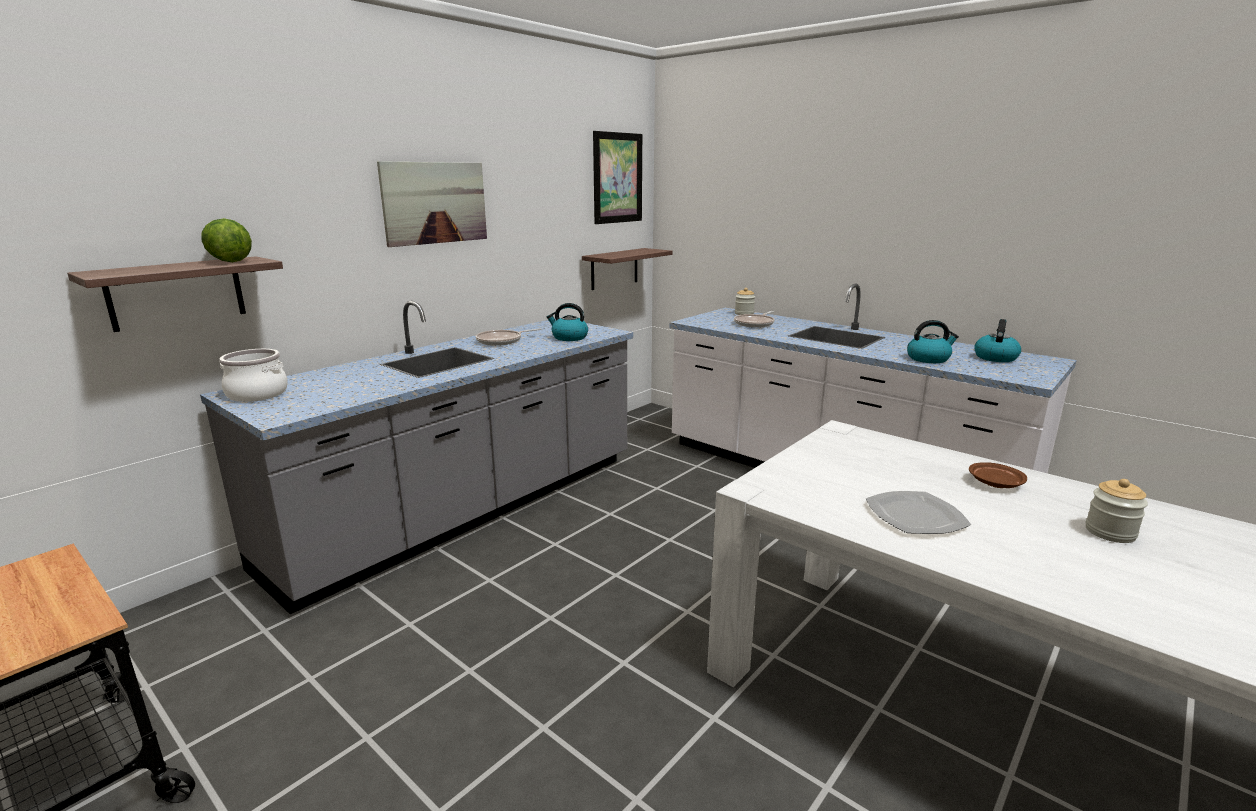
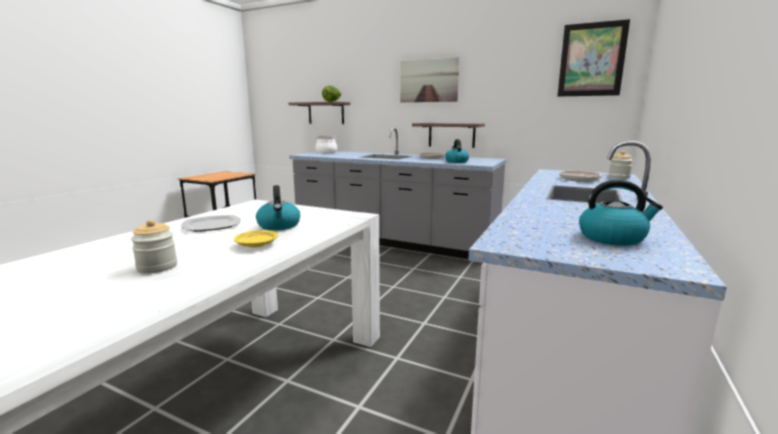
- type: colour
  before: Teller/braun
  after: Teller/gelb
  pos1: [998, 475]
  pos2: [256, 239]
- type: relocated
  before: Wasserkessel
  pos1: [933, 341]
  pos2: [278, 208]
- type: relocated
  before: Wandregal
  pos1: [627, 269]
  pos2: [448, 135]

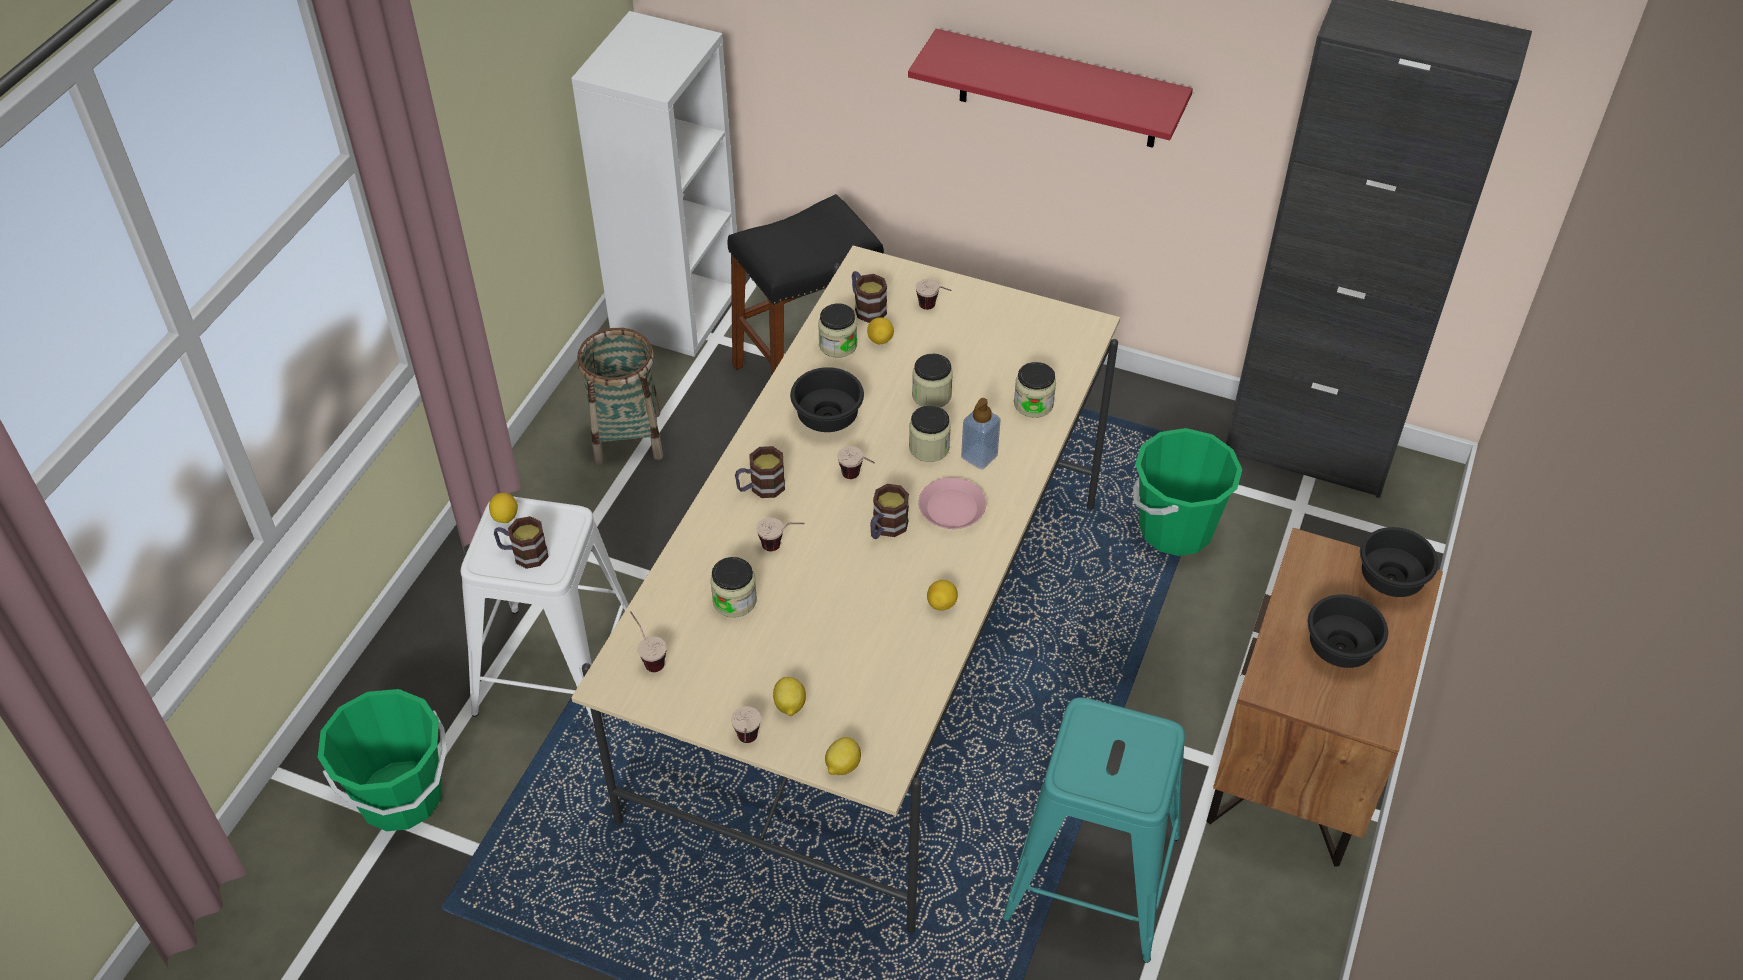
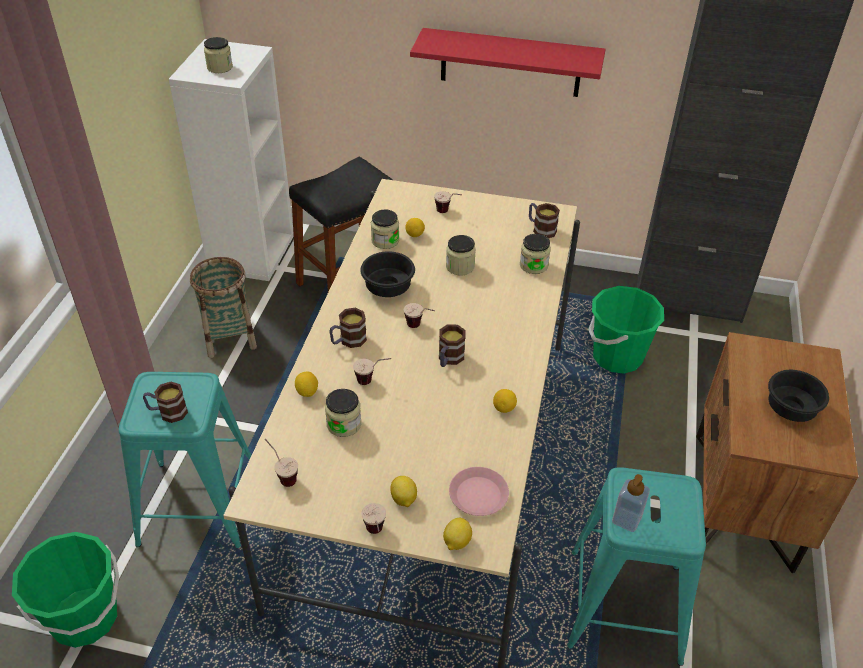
- type: colour
  before: Hocker/weiß
  after: Hocker/türkis
  pos1: [545, 614]
  pos2: [185, 460]
- type: relocated
  before: Vorratsglas
  pos1: [930, 433]
  pos2: [218, 55]
- type: relocated
  before: Zitrone
  pos1: [503, 508]
  pos2: [306, 384]
- type: relocated
  before: Teller/rosa
  pos1: [952, 503]
  pos2: [479, 491]
- type: relocated
  before: Henkelbecher
  pos1: [869, 297]
  pos2: [544, 220]
- type: relocated
  before: Seifenspender
  pos1: [981, 433]
  pos2: [631, 503]
- type: missing
  before: Schüssel/schwarz
  pos1: [1399, 562]

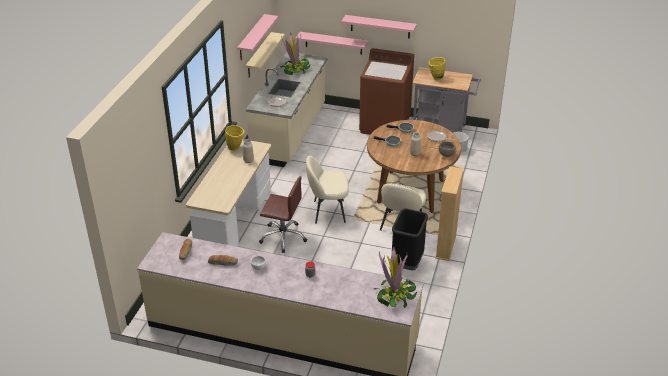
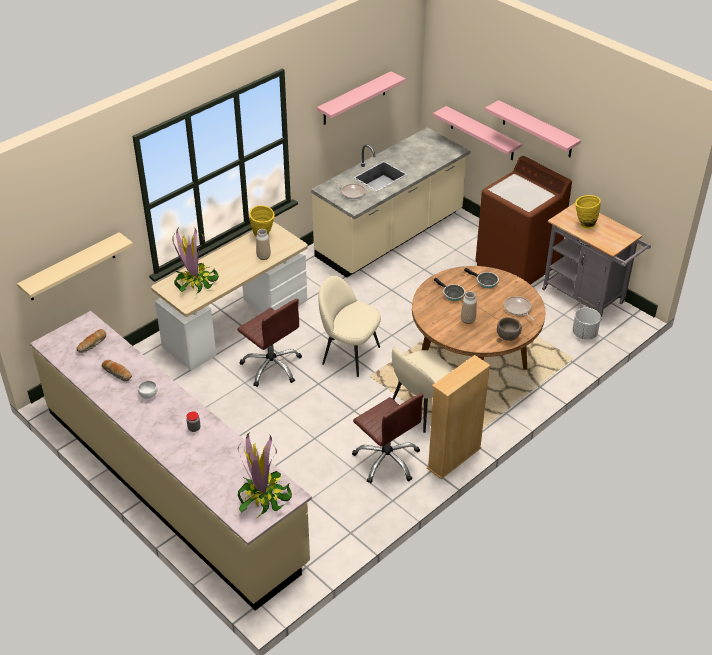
- type: relocated
  before: Wandregal/beige
  pos1: [265, 54]
  pos2: [75, 266]
- type: relocated
  before: Topfpflanze
  pos1: [295, 53]
  pos2: [195, 261]
- type: exchanged
  before: Mülleimer/schwarz
  after: Bürostuhl/braun
  pos1: [410, 239]
  pos2: [387, 438]

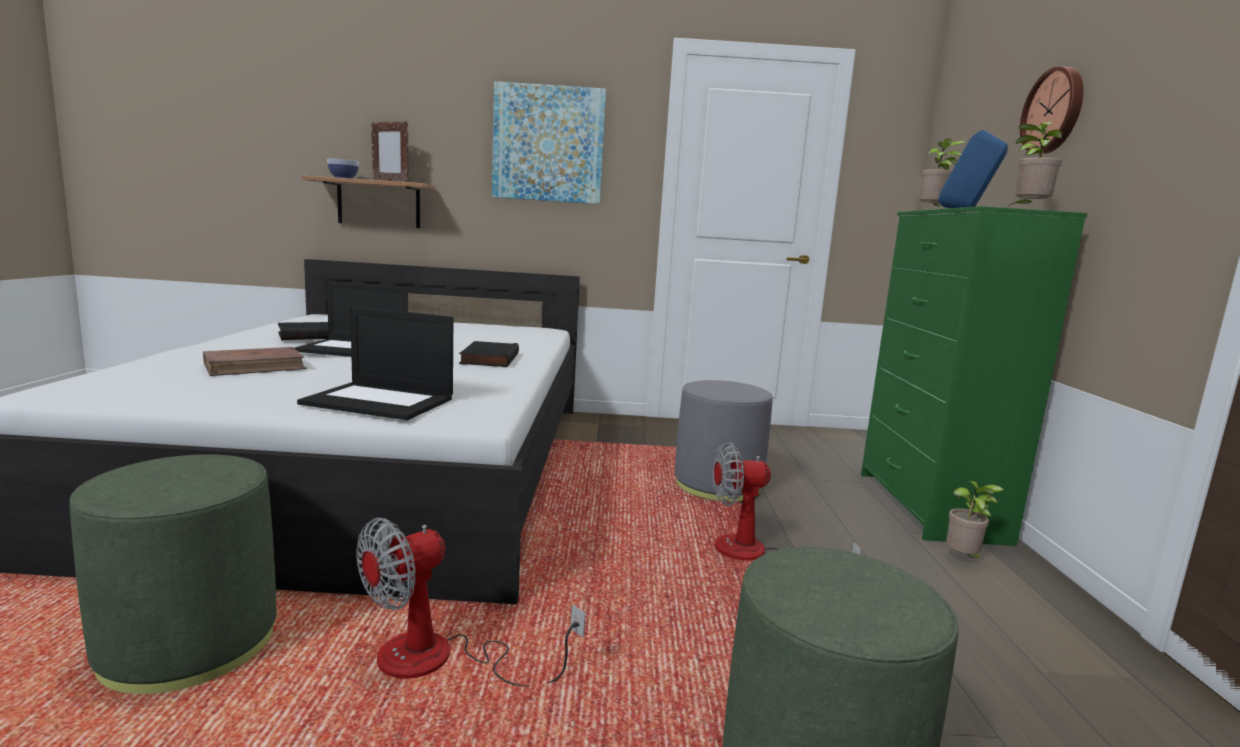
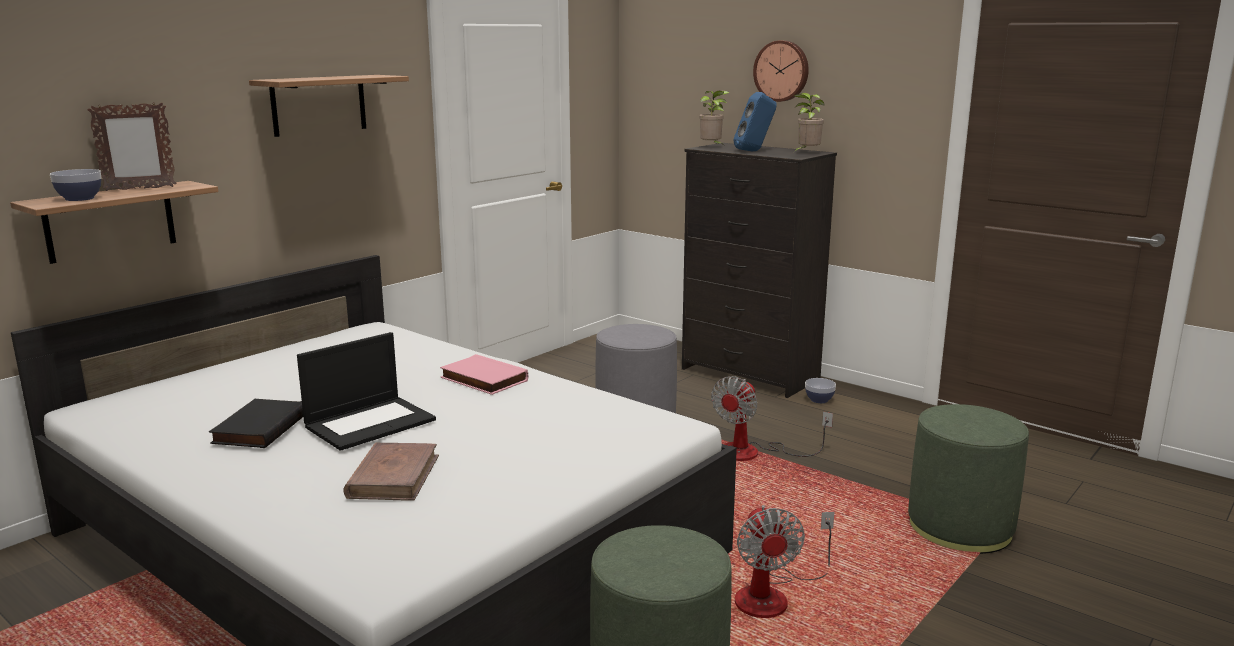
- type: exchanged
  before: Bild
  after: Wandregal
  pos1: [549, 142]
  pos2: [329, 106]
- type: colour
  before: Buch/schwarz
  after: Buch/rosa
  pos1: [489, 354]
  pos2: [484, 374]
- type: colour
  before: Kommode/grün
  after: Kommode/schwarz
  pos1: [974, 376]
  pos2: [759, 270]
- type: exchanged
  before: Topfpflanze
  after: Schüssel
  pos1: [975, 519]
  pos2: [820, 390]
- type: missing
  before: Laptop
  pos1: [375, 363]

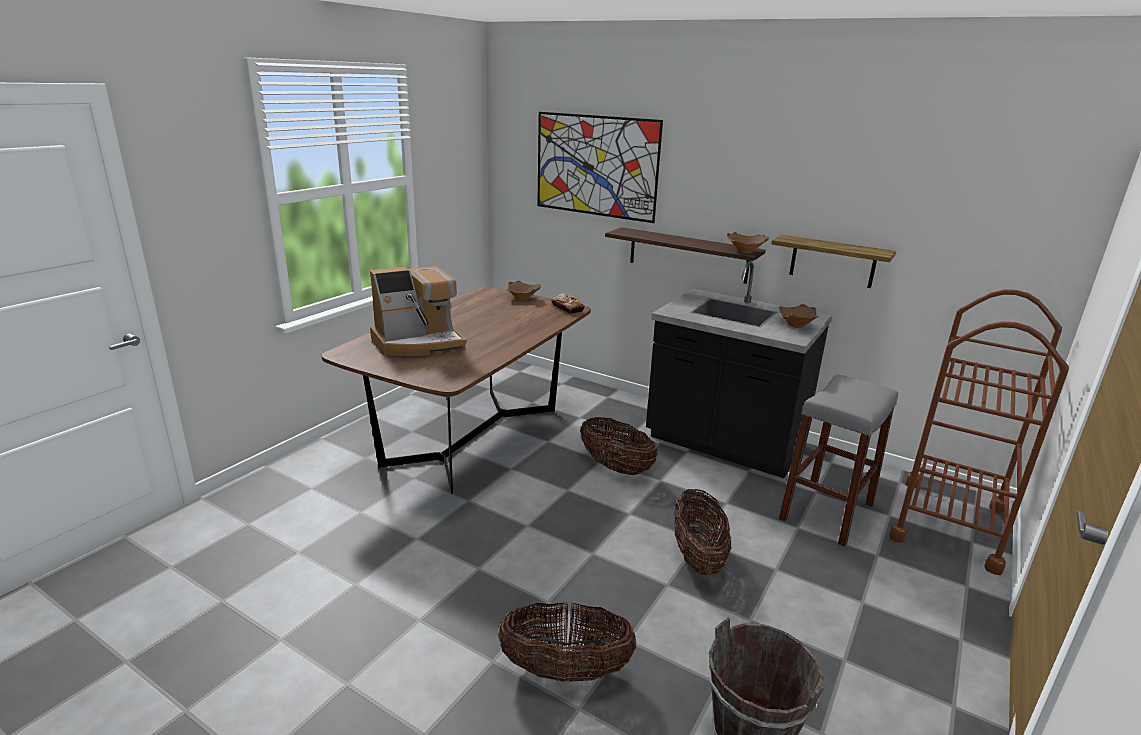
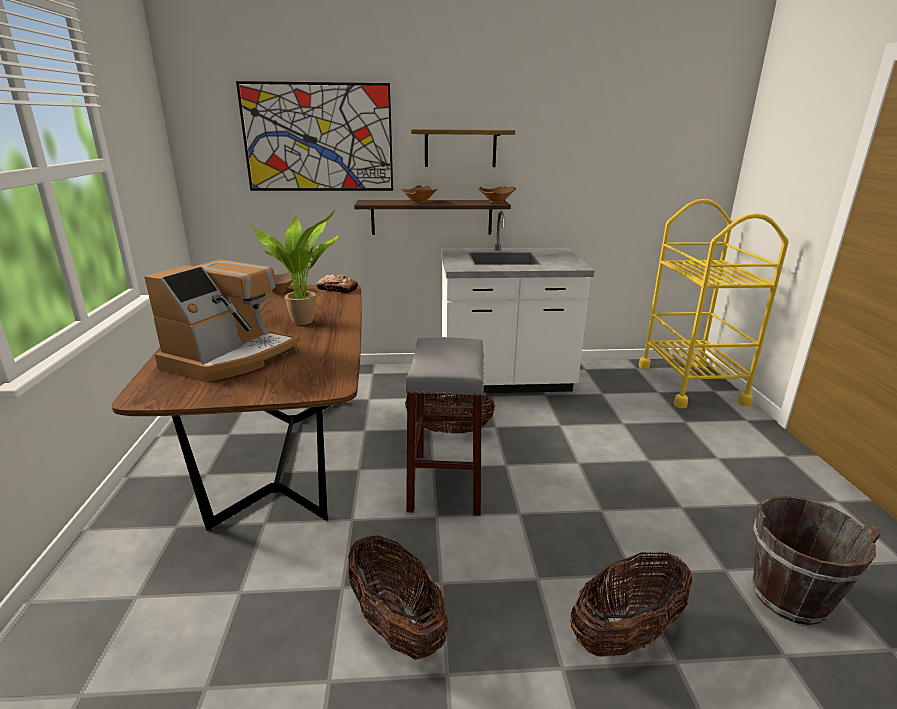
- type: appeared
  after: Topfpflanze
  pos2: [295, 267]
- type: relocated
  before: Korb
  pos1: [702, 531]
  pos2: [398, 597]
- type: relocated
  before: Schüssel/braun
  pos1: [799, 316]
  pos2: [419, 194]
- type: relocated
  before: Hocker/grau
  pos1: [838, 460]
  pos2: [444, 426]
- type: relocated
  before: Wandregal
  pos1: [833, 261]
  pos2: [463, 148]
- type: colour
  before: Küchenzeile/schwarz
  after: Küchenzeile/weiß
  pos1: [739, 369]
  pos2: [518, 302]
- type: colour
  before: Rollwagen/braun
  after: Rollwagen/gelb
  pos1: [979, 432]
  pos2: [714, 303]

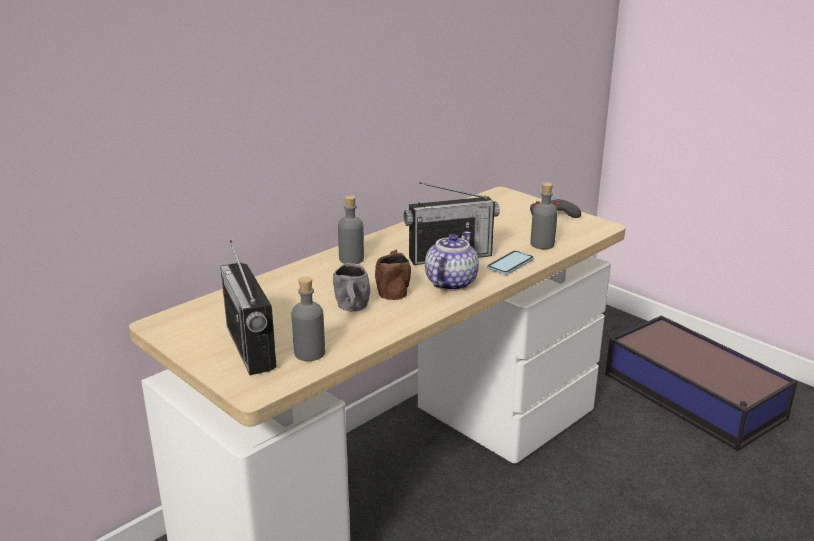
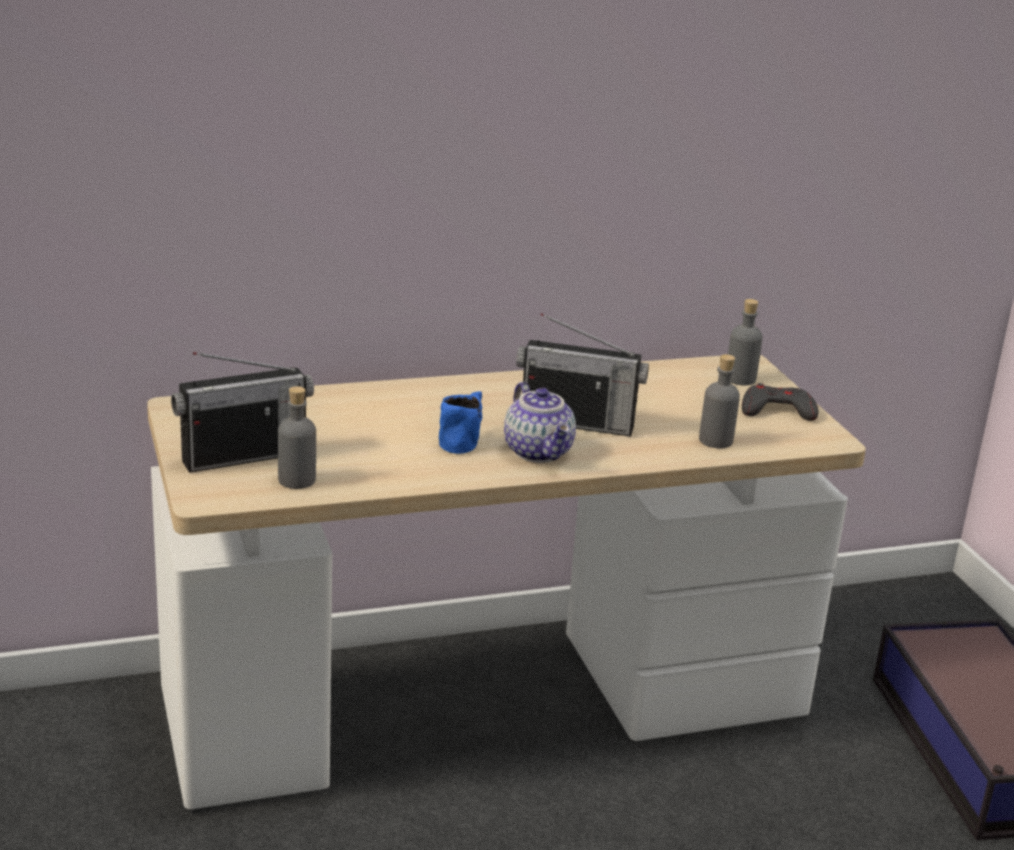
- type: spun
  before: Radio
  pos1: [248, 307]
  pos2: [242, 412]
  turn: -120
- type: colour
  before: Henkelbecher/braun
  after: Henkelbecher/blau
  pos1: [393, 274]
  pos2: [460, 422]
- type: spun
  before: Teekanne
  pos1: [452, 261]
  pos2: [540, 422]
  turn: 105
- type: relocated
  before: Flasche/grau
  pos1: [351, 229]
  pos2: [745, 342]
- type: missing
  before: Henkelbecher/grau
  pos1: [351, 287]
- type: missing
  before: Handy
  pos1: [510, 263]

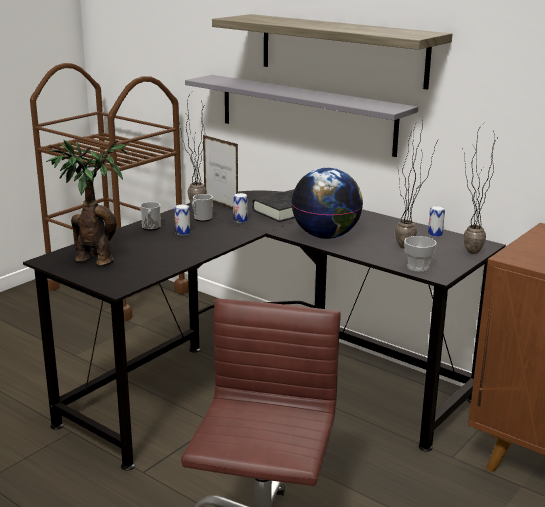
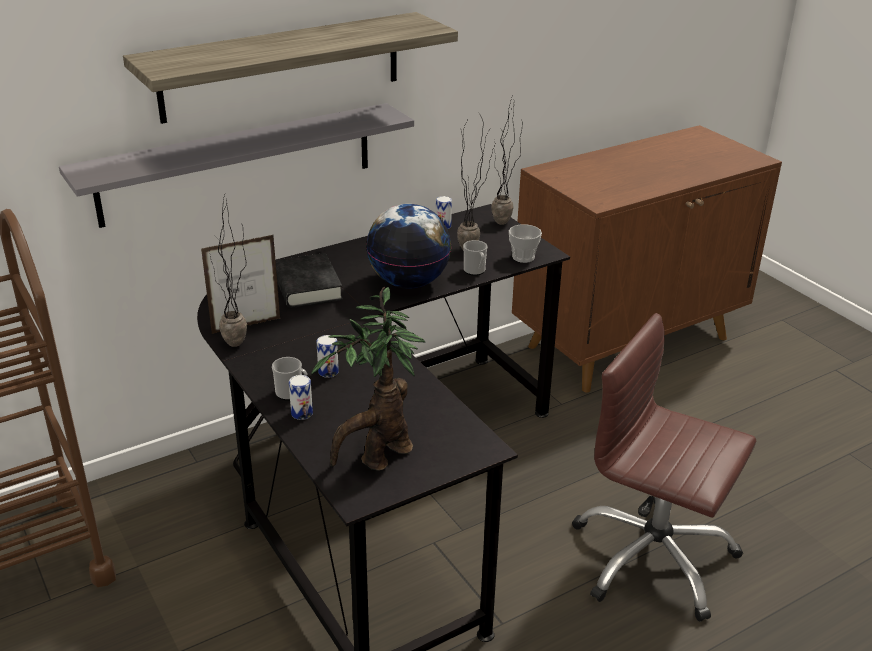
- type: relocated
  before: Dose
  pos1: [240, 208]
  pos2: [301, 397]
- type: relocated
  before: Henkelbecher
  pos1: [202, 208]
  pos2: [475, 258]

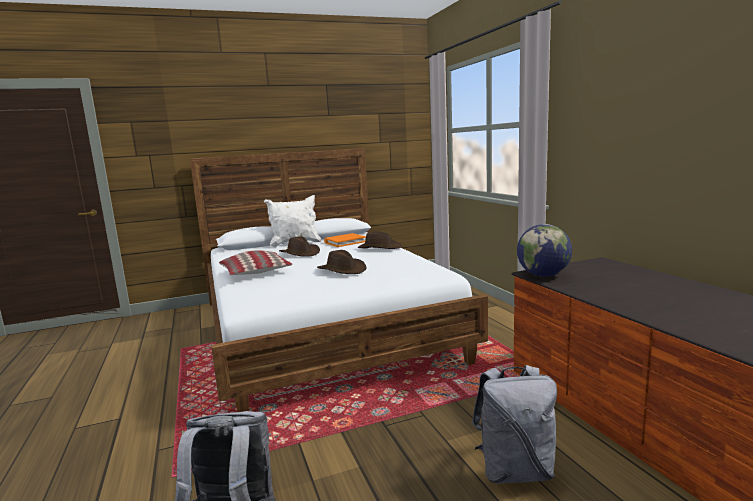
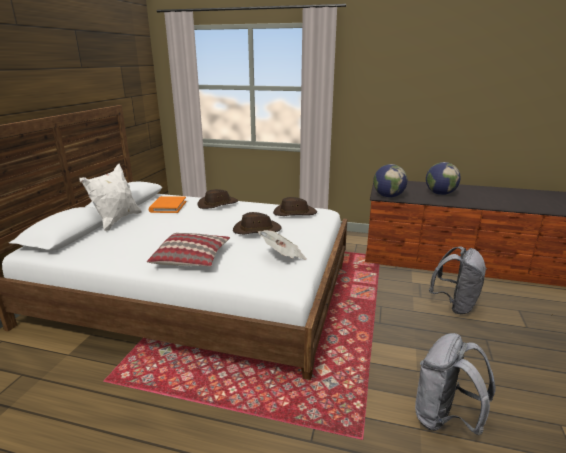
- type: appeared
  after: Zeitung
  pos2: [282, 245]
- type: relocated
  before: Hut/braun
  pos1: [299, 246]
  pos2: [295, 206]
- type: appeared
  after: Globus
  pos2: [443, 178]

